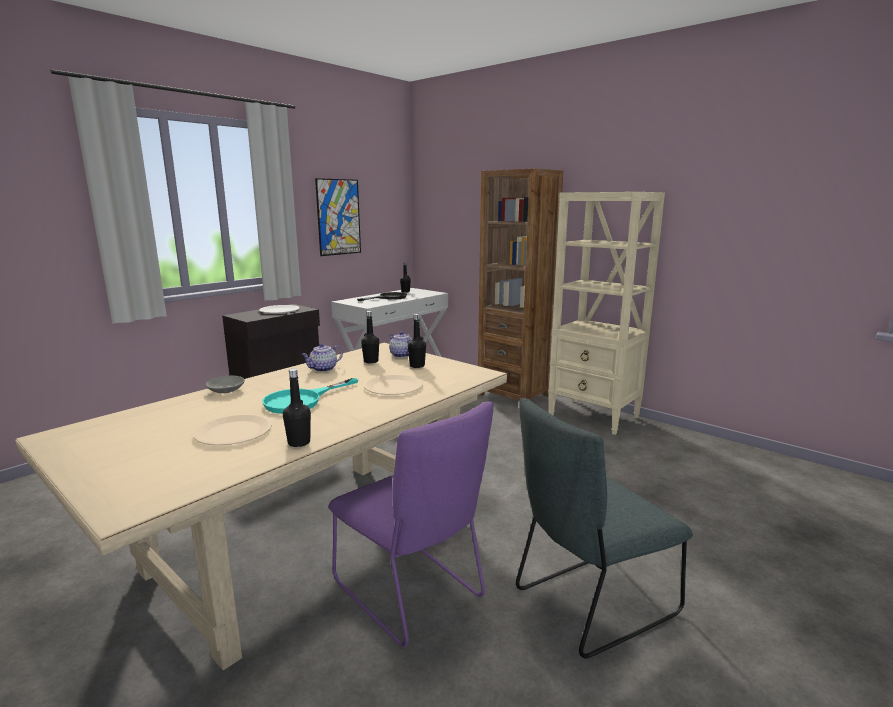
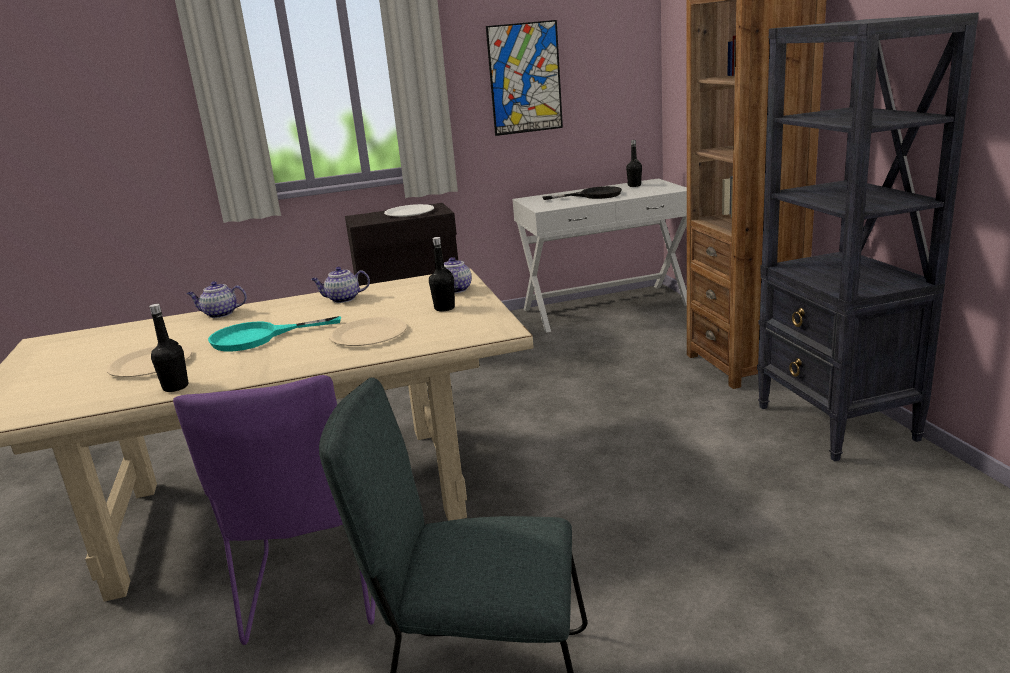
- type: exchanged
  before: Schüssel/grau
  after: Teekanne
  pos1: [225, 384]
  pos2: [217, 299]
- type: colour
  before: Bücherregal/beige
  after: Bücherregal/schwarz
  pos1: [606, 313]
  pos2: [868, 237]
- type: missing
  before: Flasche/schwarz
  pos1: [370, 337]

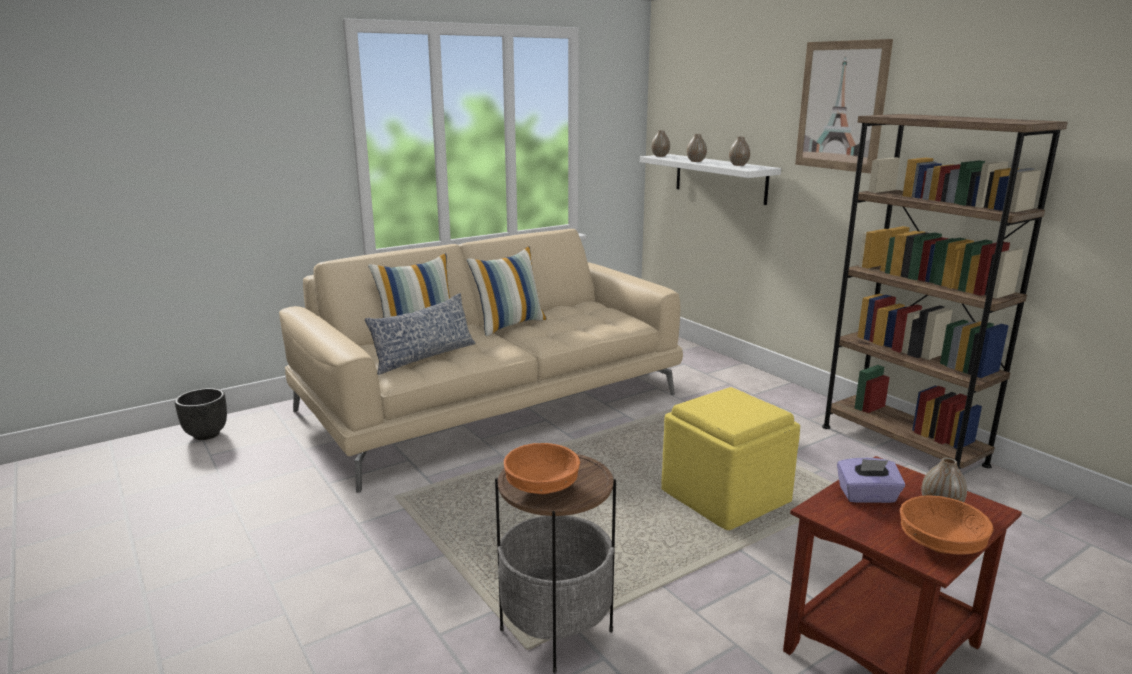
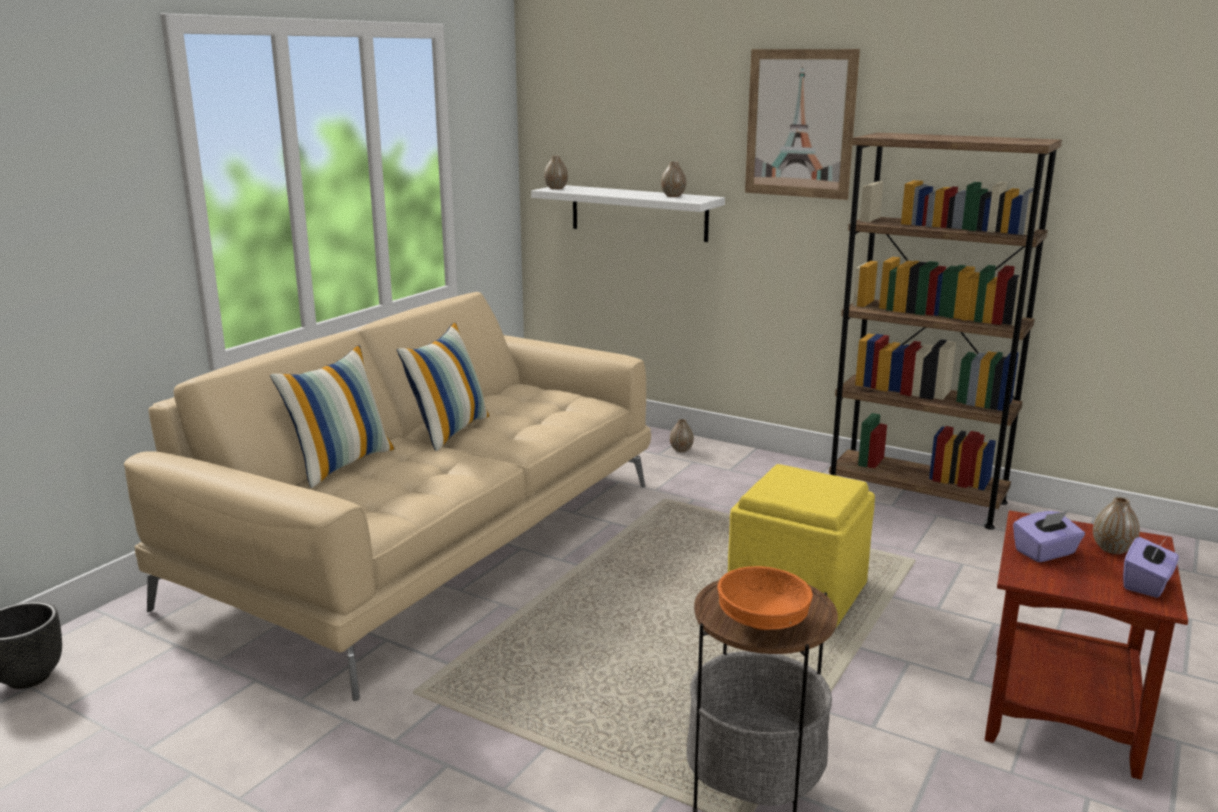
- type: relocated
  before: Vase
  pos1: [697, 148]
  pos2: [682, 435]
- type: exchanged
  before: Schüssel/orange
  after: Taschentuchbox/lila
  pos1: [947, 525]
  pos2: [1151, 567]
- type: missing
  before: Kissen
  pos1: [420, 334]

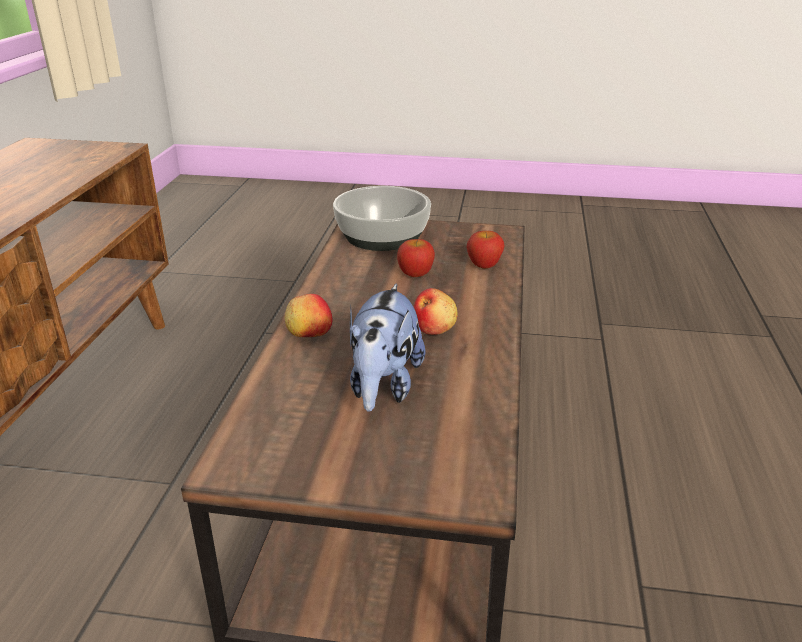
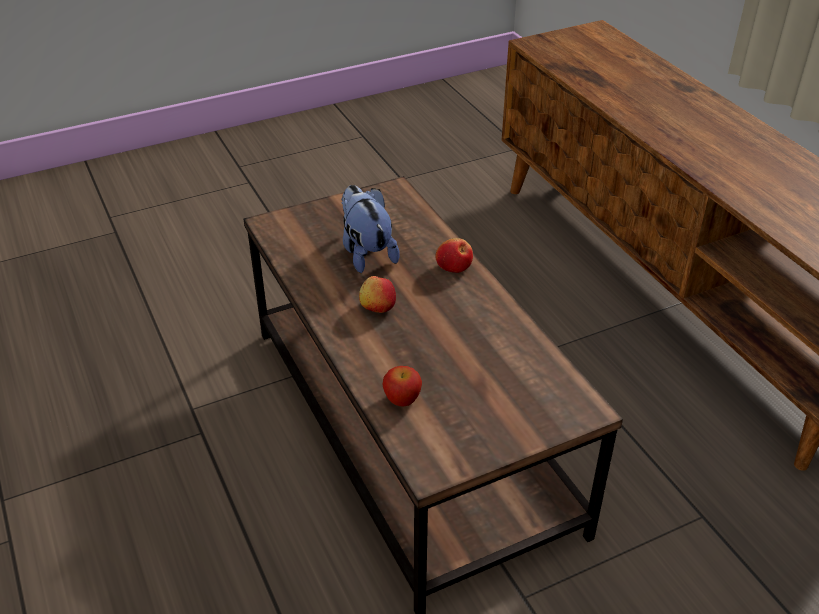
- type: missing
  before: Schüssel
  pos1: [382, 218]
- type: missing
  before: Apfel
  pos1: [416, 258]

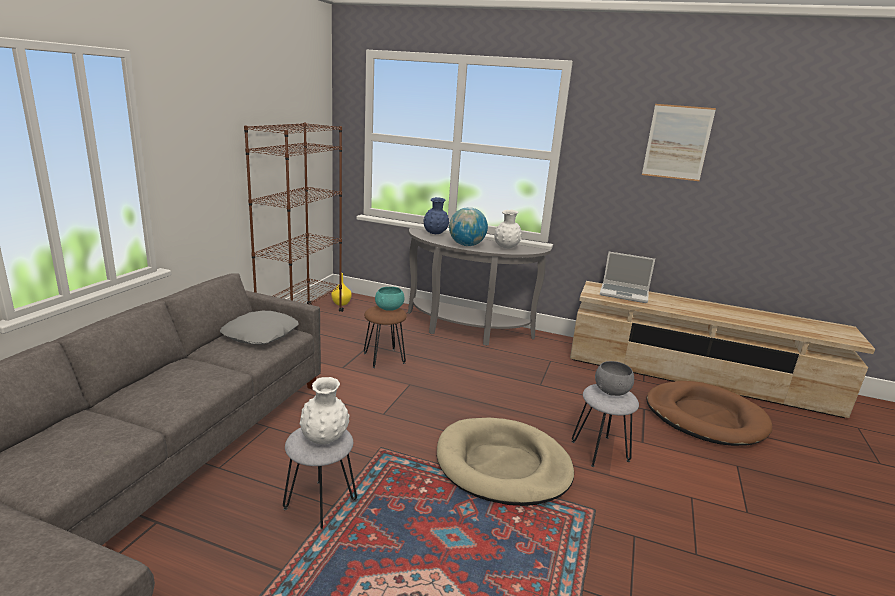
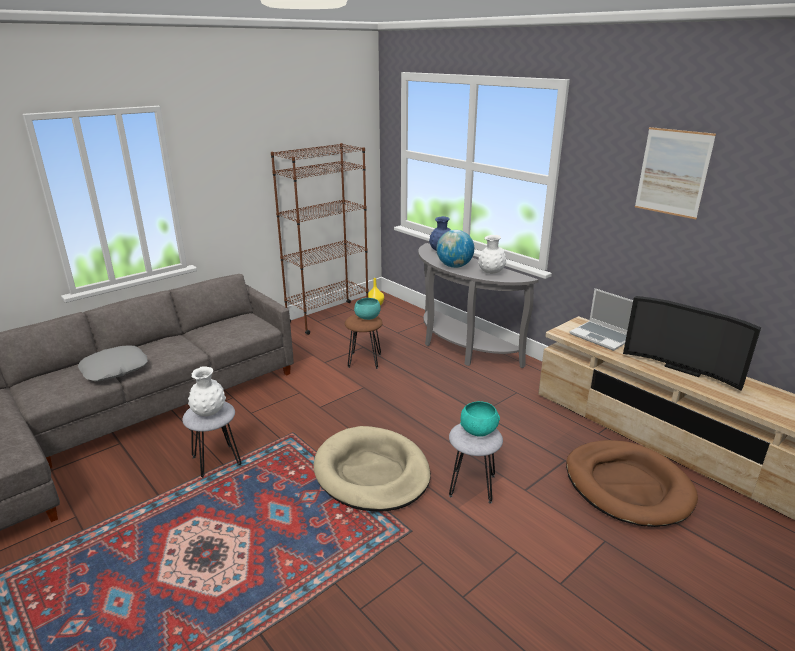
- type: relocated
  before: Kissen/grau
  pos1: [259, 328]
  pos2: [113, 363]
- type: colour
  before: Schüssel/grau
  after: Schüssel/türkis
  pos1: [614, 378]
  pos2: [480, 419]
- type: appeared
  after: Fernseher
  pos2: [692, 343]

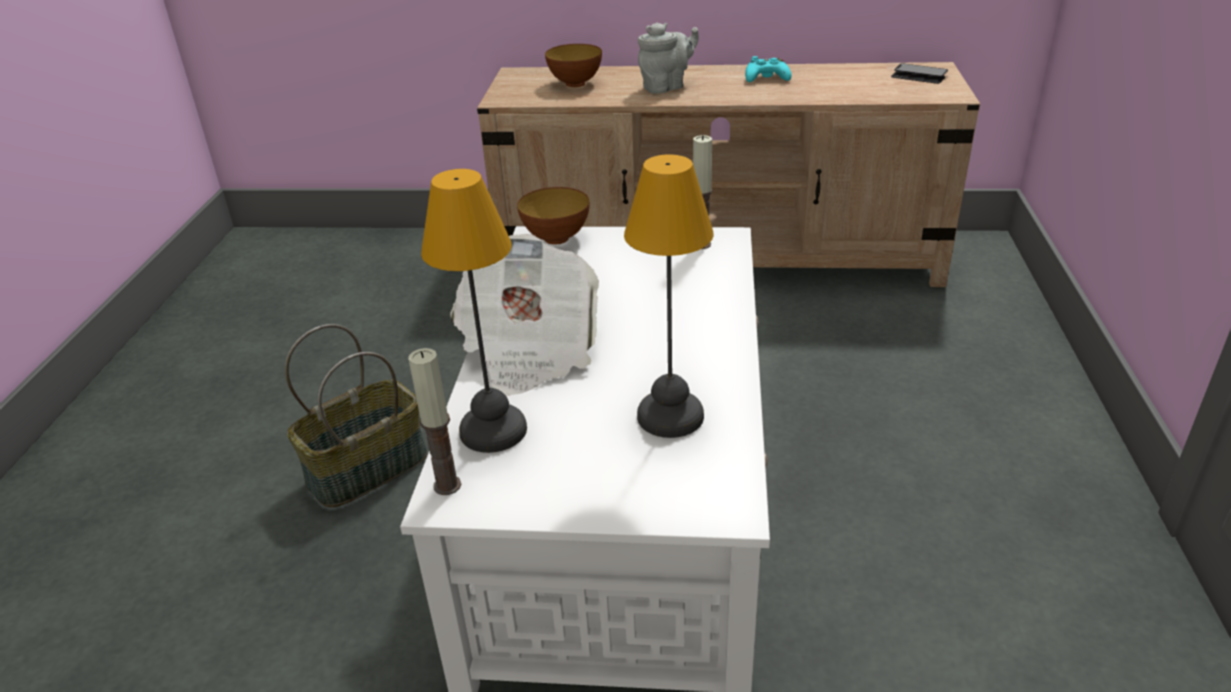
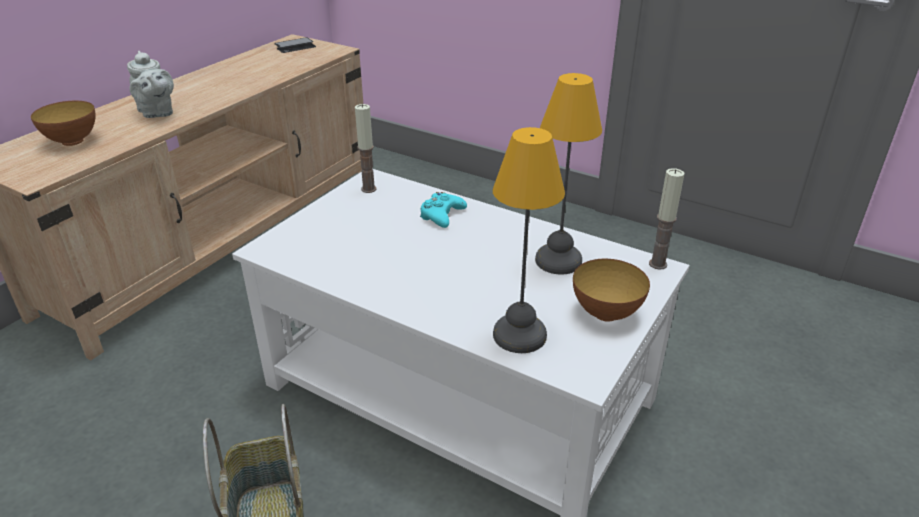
- type: spun
  before: Teekanne/grau
  pos1: [668, 58]
  pos2: [150, 84]
  turn: 150
- type: relocated
  before: Gamepad/türkis
  pos1: [768, 69]
  pos2: [443, 210]
- type: relocated
  before: Schüssel
  pos1: [553, 216]
  pos2: [611, 290]
- type: relocated
  before: Kerze
  pos1: [434, 421]
  pos2: [667, 219]
- type: missing
  before: Zeitung
  pos1: [524, 315]

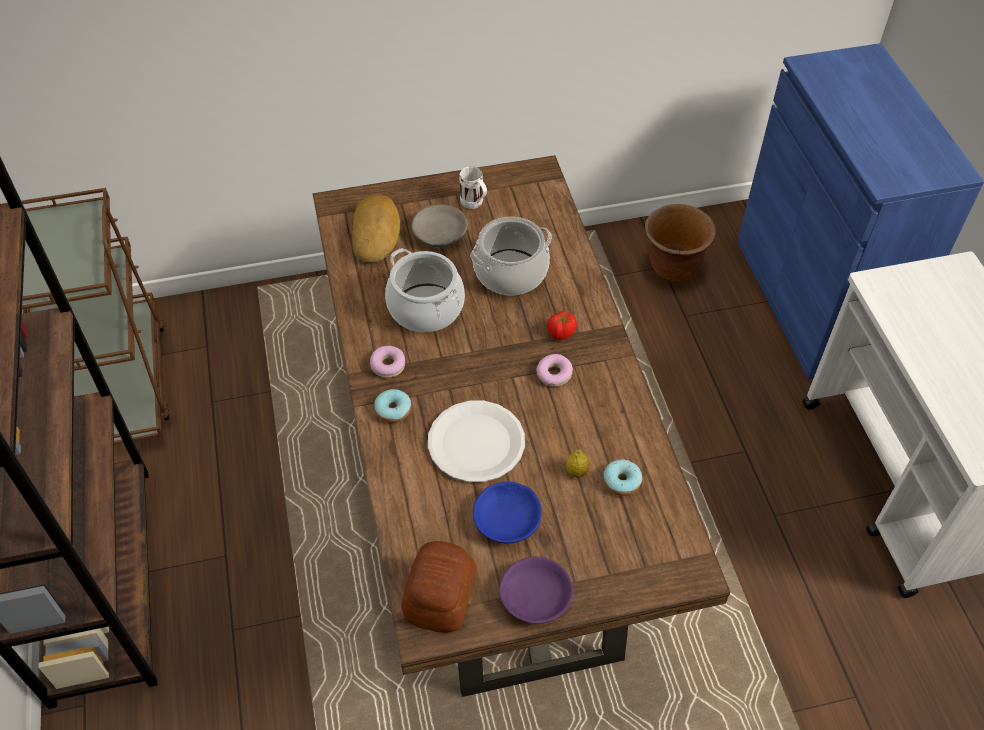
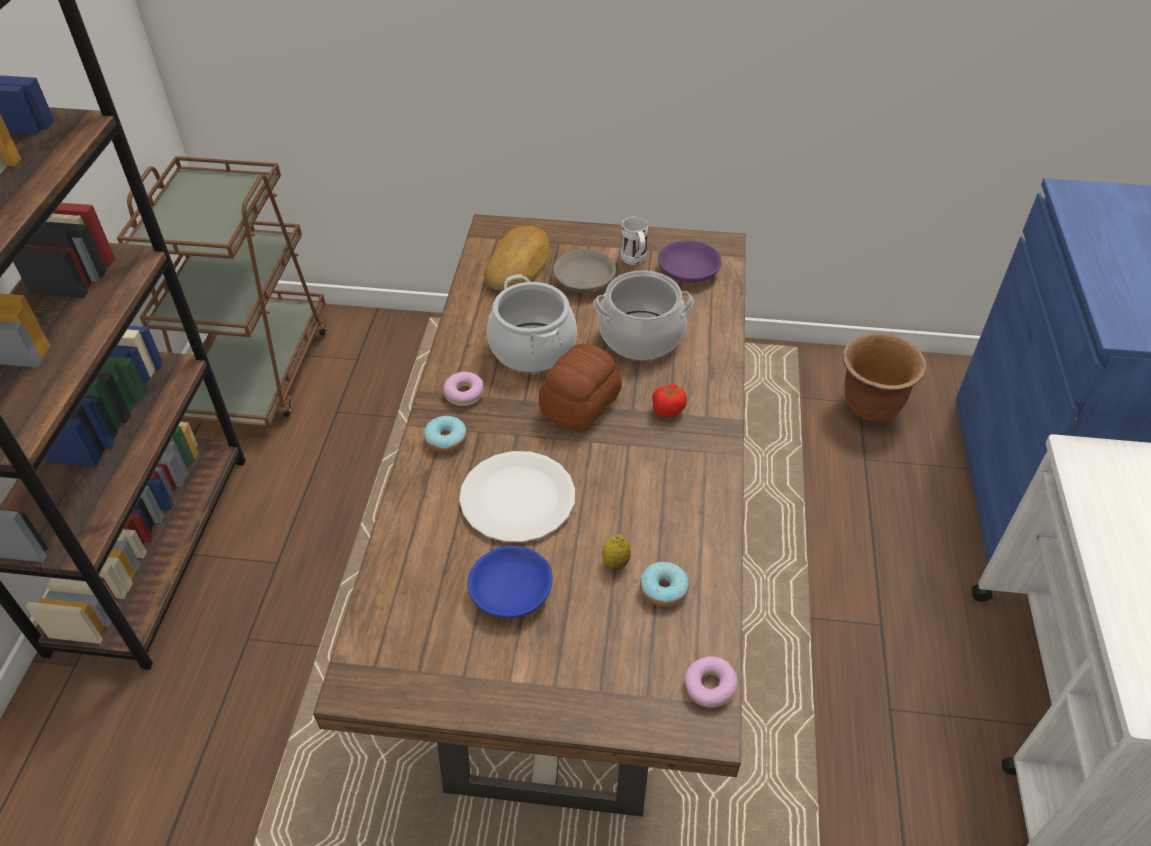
- type: relocated
  before: Brot
  pos1: [439, 587]
  pos2: [580, 388]
- type: relocated
  before: Schüssel/lila
  pos1: [536, 590]
  pos2: [689, 261]
- type: relocated
  before: Donut
  pos1: [554, 370]
  pos2: [711, 681]

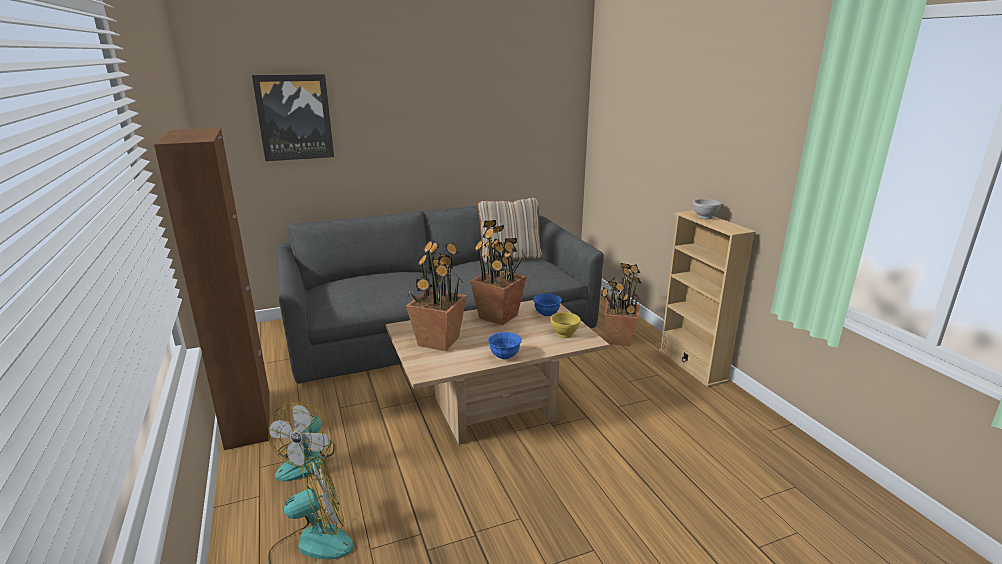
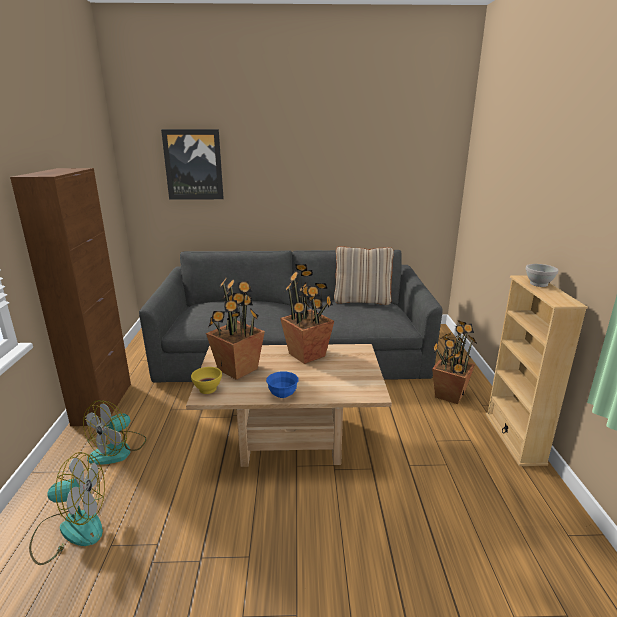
- type: relocated
  before: Schüssel/gelb
  pos1: [565, 325]
  pos2: [206, 380]
- type: missing
  before: Schüssel/blau
  pos1: [547, 305]

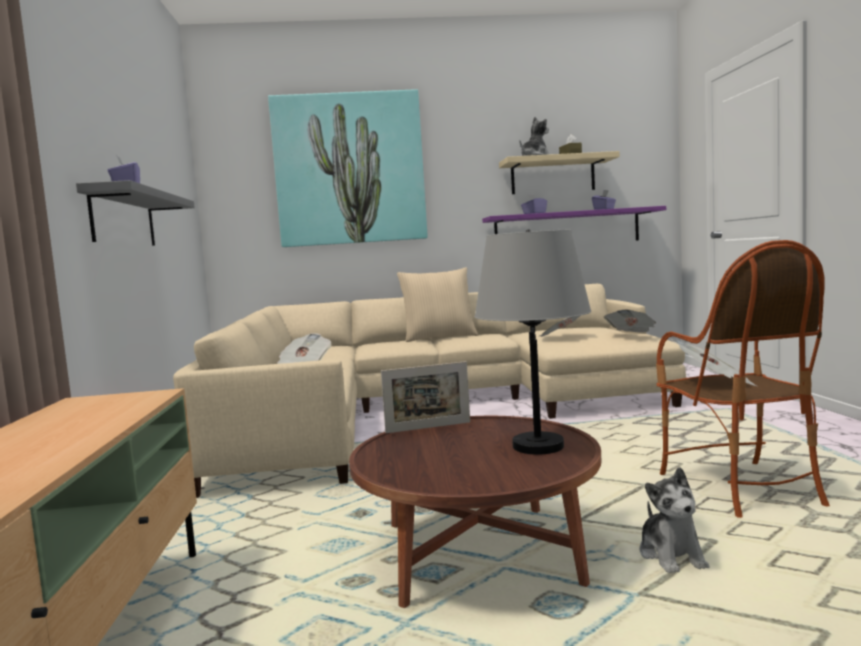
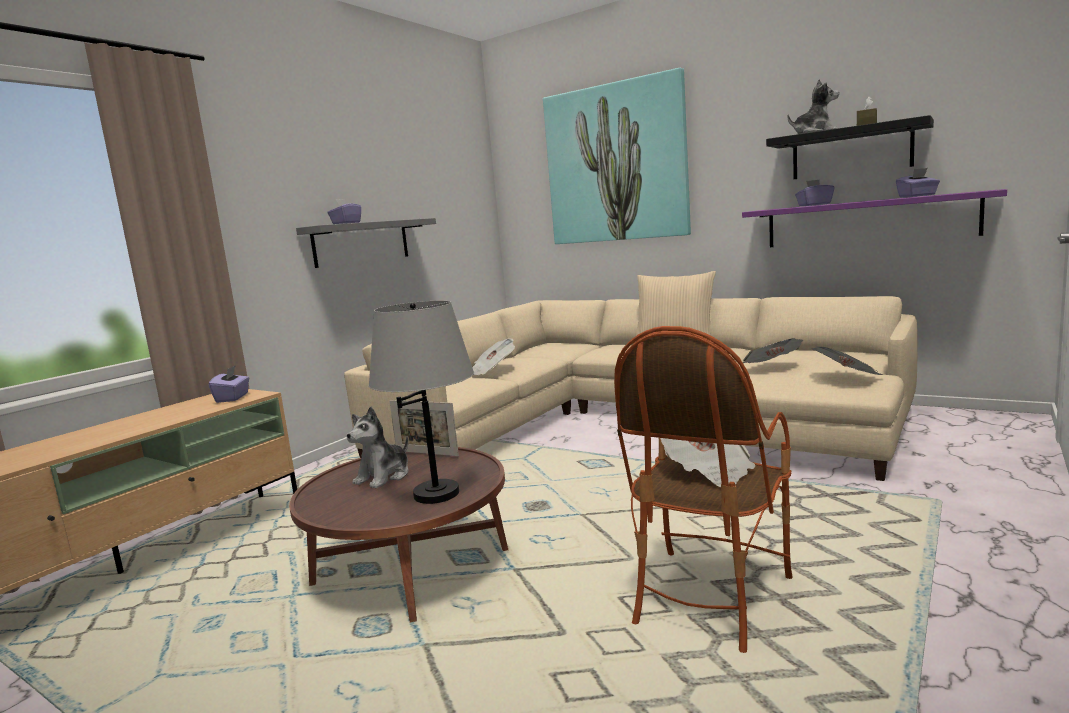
- type: appeared
  after: Taschentuchbox/lila
  pos2: [229, 384]
- type: relocated
  before: Plüschtier
  pos1: [674, 520]
  pos2: [378, 447]
- type: colour
  before: Wandregal/beige
  after: Wandregal/schwarz
  pos1: [559, 172]
  pos2: [850, 147]

